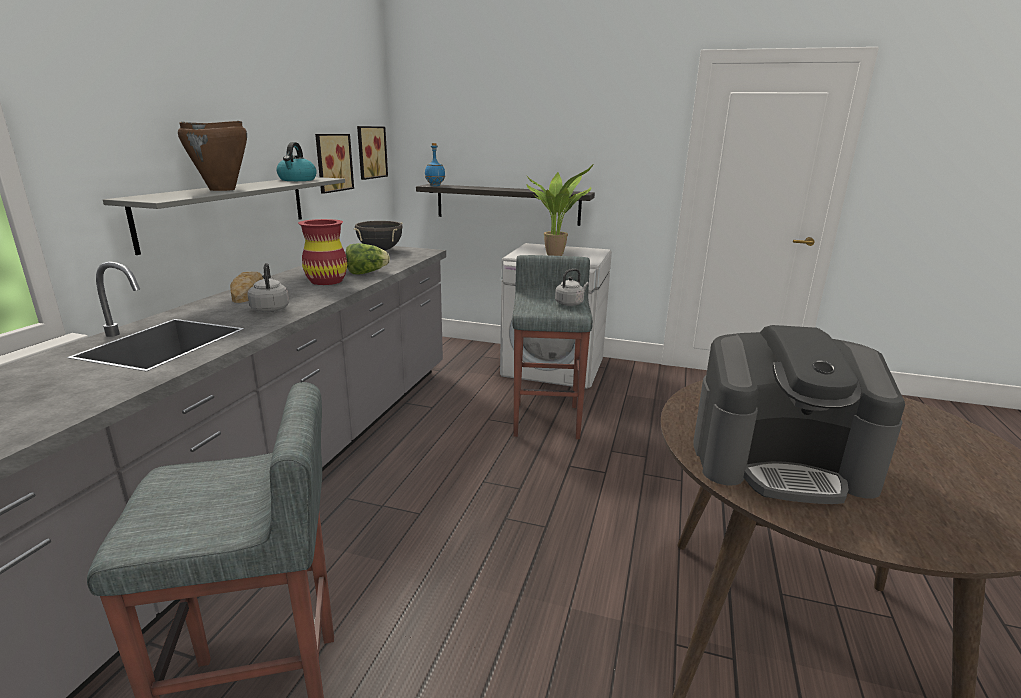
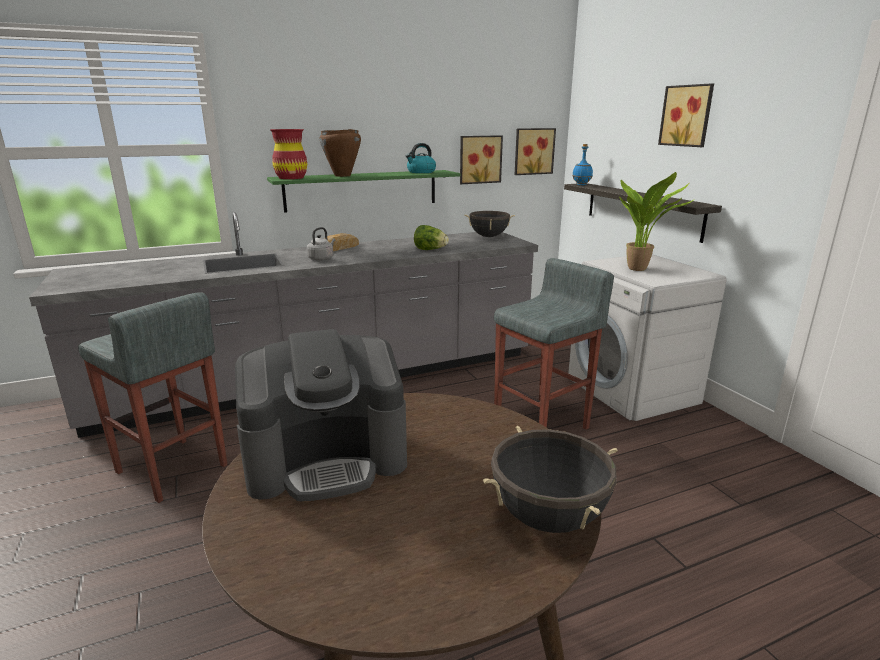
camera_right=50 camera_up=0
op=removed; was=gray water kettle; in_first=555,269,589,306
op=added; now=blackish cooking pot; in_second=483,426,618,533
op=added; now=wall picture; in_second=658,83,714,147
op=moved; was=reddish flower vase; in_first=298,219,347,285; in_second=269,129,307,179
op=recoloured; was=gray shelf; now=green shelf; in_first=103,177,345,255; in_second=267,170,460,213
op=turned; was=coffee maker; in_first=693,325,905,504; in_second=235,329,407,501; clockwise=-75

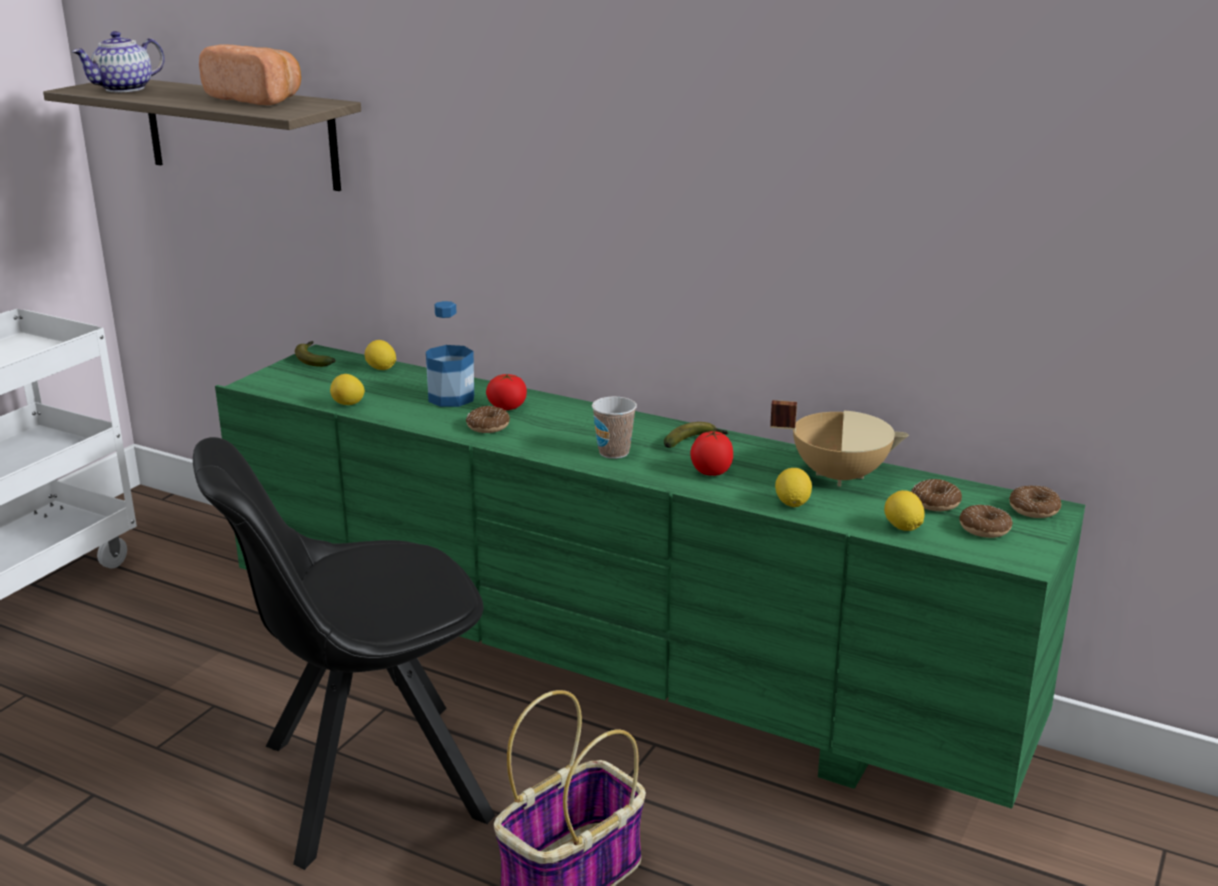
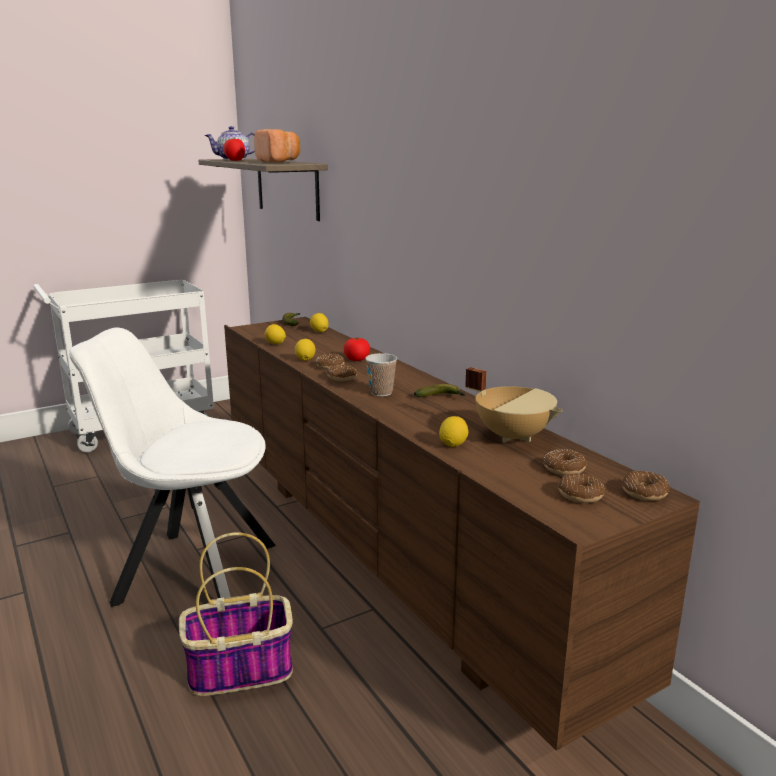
camera_right=30 camera_up=-5
op=removed; was=beverage bottle; in_first=426,301,474,407
op=added; now=donut; in_second=327,365,357,381
op=moved; was=tomato; in_first=690,430,733,476; in_second=223,138,245,161
op=moved; was=lemon; in_first=884,490,925,531; in_second=295,339,316,361
op=recoloured; was=blackish chair; now=white chair; in_first=193,437,495,870; in_second=69,328,276,607
op=recoloured; was=green storage cabinet; now=brown storage cabinet; in_first=215,344,1085,809; in_second=224,317,700,751

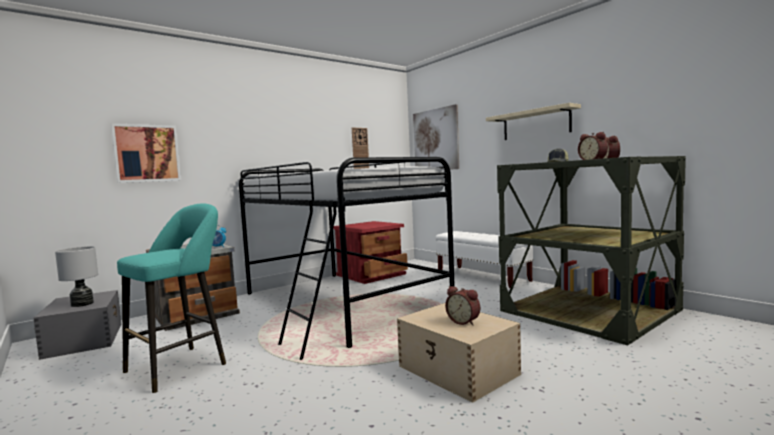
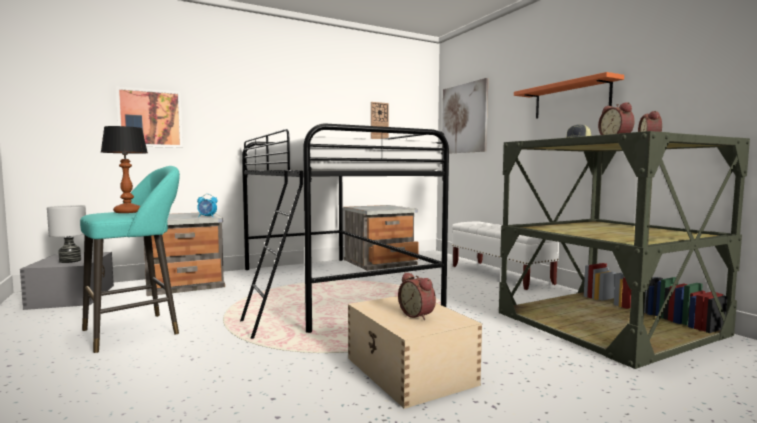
camera_right=10 camera_up=0
op=added; now=lamp for a table; in_second=101,126,148,213
op=recoloured; was=reddish nightstand; now=gray nightstand; in_first=333,221,408,284; in_second=343,205,419,271
op=recoloured; was=beige shelf; now=orange shelf; in_first=486,103,581,140; in_second=514,72,624,119

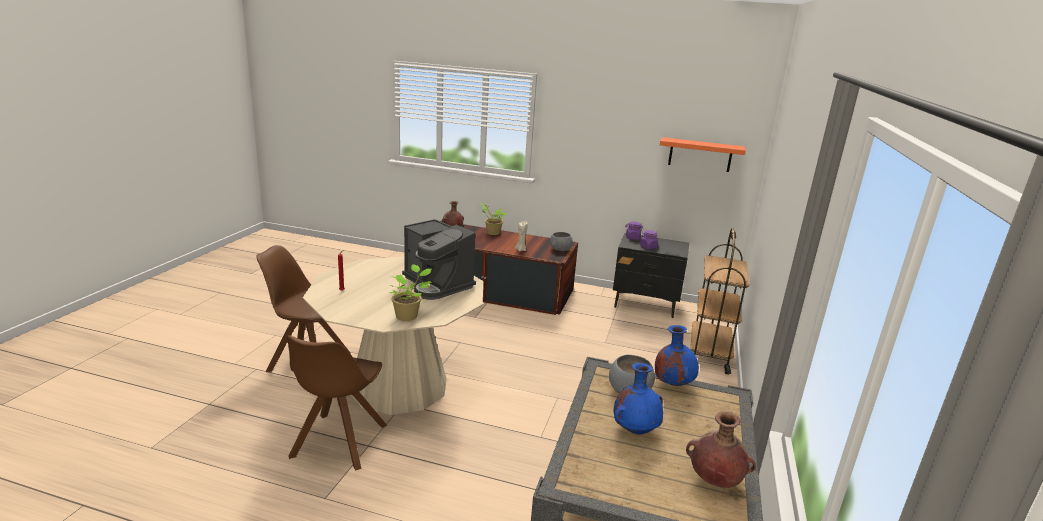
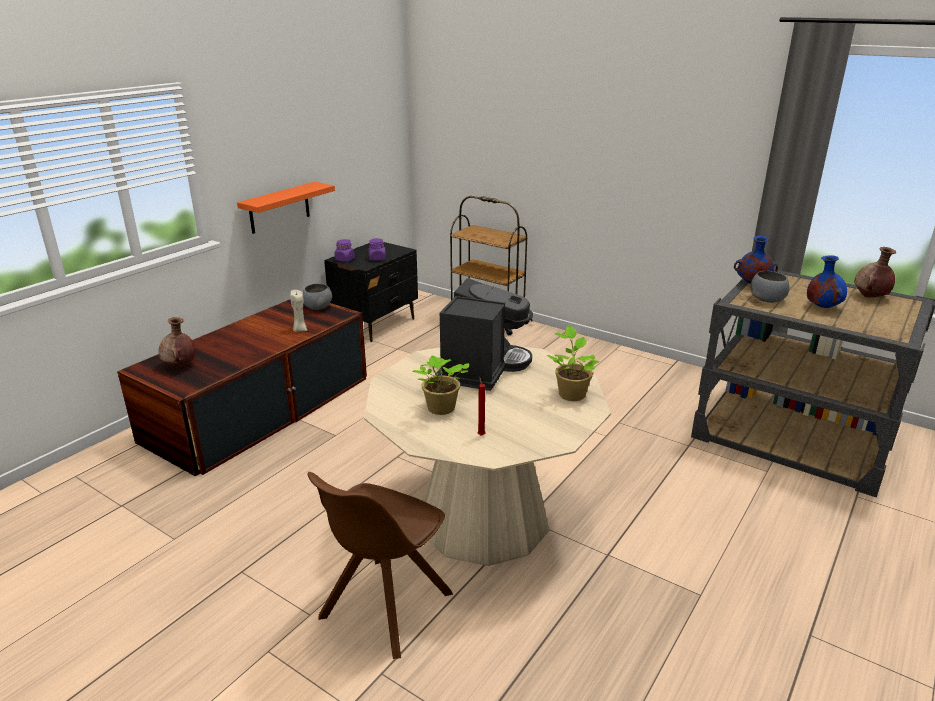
camera_right=-70 camera_up=5
op=removed; was=brown chair; in_first=287,335,387,470
op=moved; was=plant in a pot; in_first=479,202,507,235; in_second=412,356,469,415
op=moved; was=orange shelf; in_first=660,137,746,172; in_second=237,182,335,234
op=turned; was=coffee maker; in_first=402,219,476,300; in_second=435,278,533,391; clockwise=-45

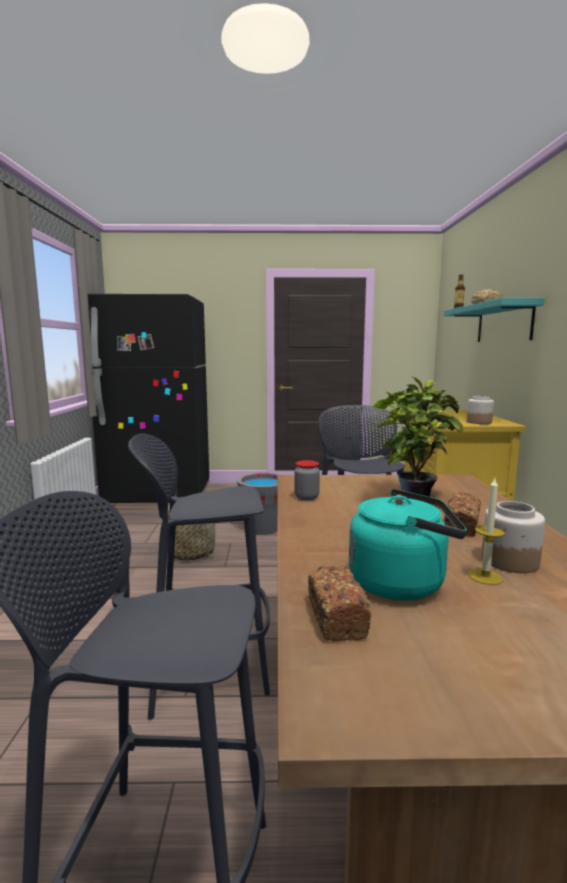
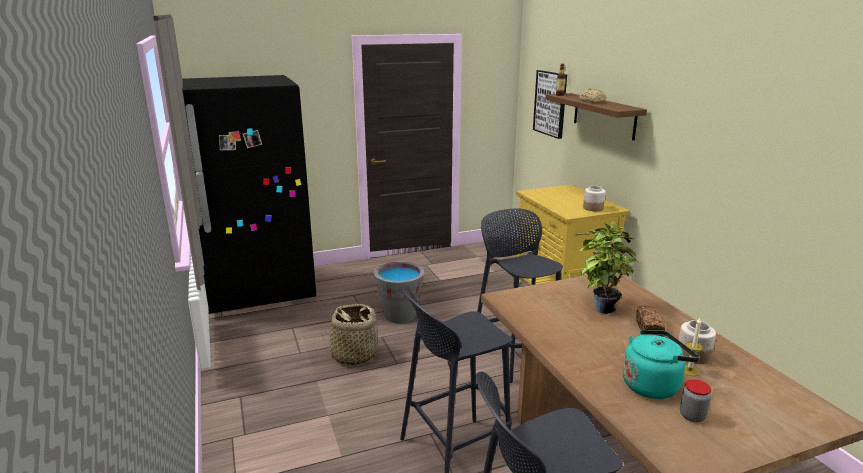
camera_right=-20 camera_up=10
op=removed; was=bakery bread; in_first=308,566,371,641
op=added; now=wall picture; in_second=533,70,567,139
op=moved; was=preserve jar; in_first=294,460,320,501; in_second=680,379,711,422
op=recoloured; was=blue-green shelf; now=brown shelf; in_first=444,298,545,342; in_second=545,93,647,140

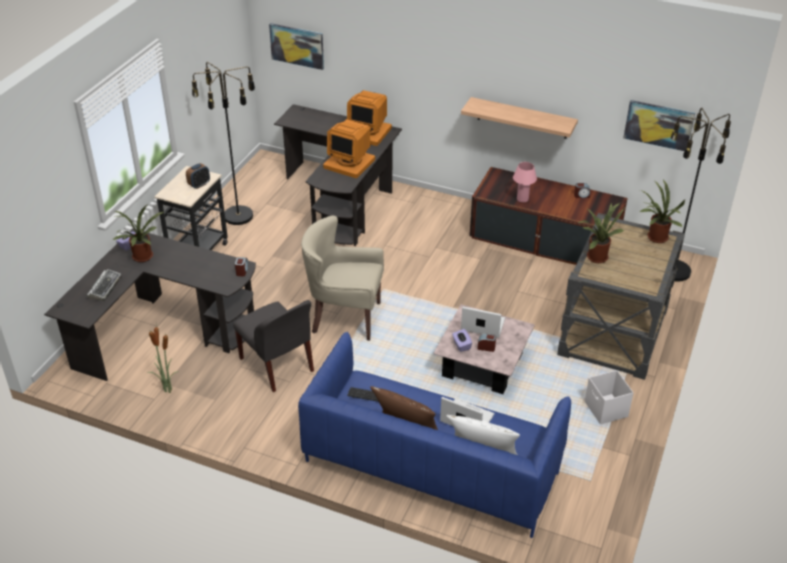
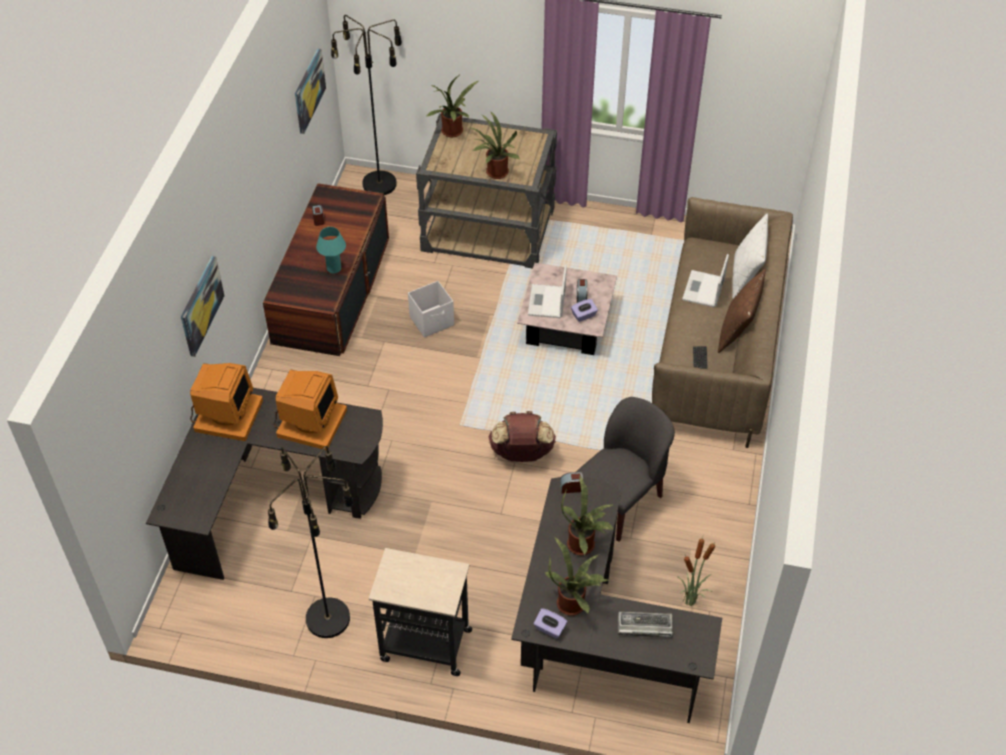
camera_right=-100 camera_up=10
op=removed; was=bedside clock; in_first=186,163,210,189
op=removed; was=shelf; in_first=461,97,578,139
op=added; now=plant in a pot; in_second=561,476,615,556
op=moved; was=wall picture; in_first=269,23,324,70; in_second=181,256,225,357
op=moved; was=white storage bin; in_first=585,370,634,424; in_second=408,281,454,338
op=replaced; was=beige armchair; now=brown backpack; in_first=301,216,384,341; in_second=489,411,556,462
op=recoloured; was=bluish settee; now=brown settee; in_first=298,332,571,538; in_second=652,197,793,448
op=recoloured; was=pink lamp for a table; now=blue-green lamp for a table; in_first=513,162,537,203; in_second=316,227,346,274

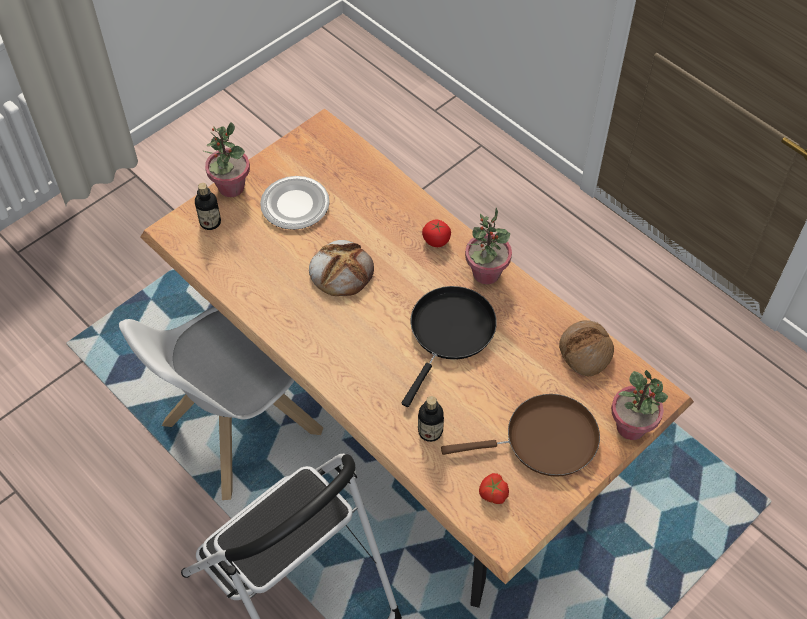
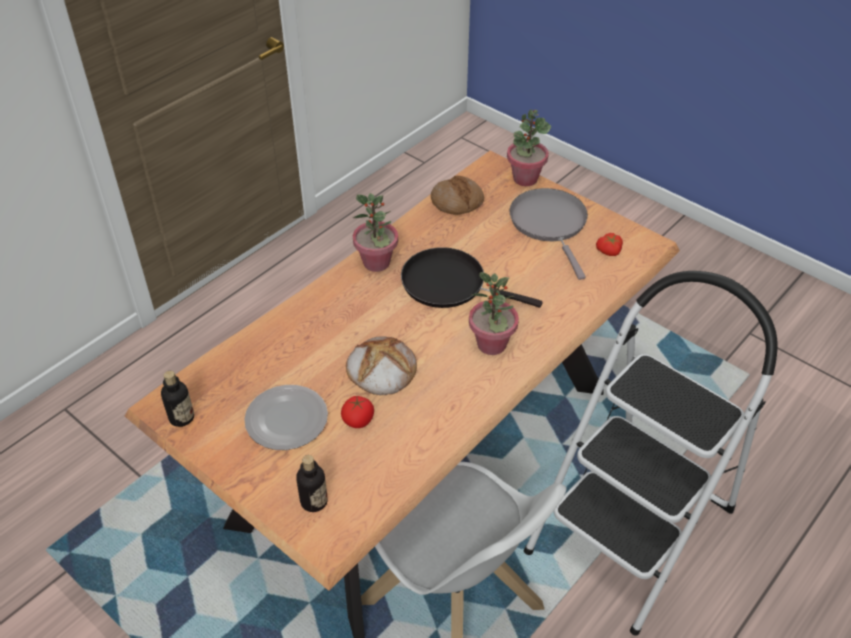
camera_right=-95 camera_up=-10
op=moved; was=plant in a pot; in_first=202,122,250,197; in_second=469,272,519,355
op=moved; was=beverage bottle; in_first=418,396,444,442; in_second=161,371,194,427
op=moved; was=tomato; in_first=422,219,451,247; in_second=341,396,374,428
op=recoloured; was=brown pan; now=gray pan; in_first=441,394,600,477; in_second=510,188,588,280

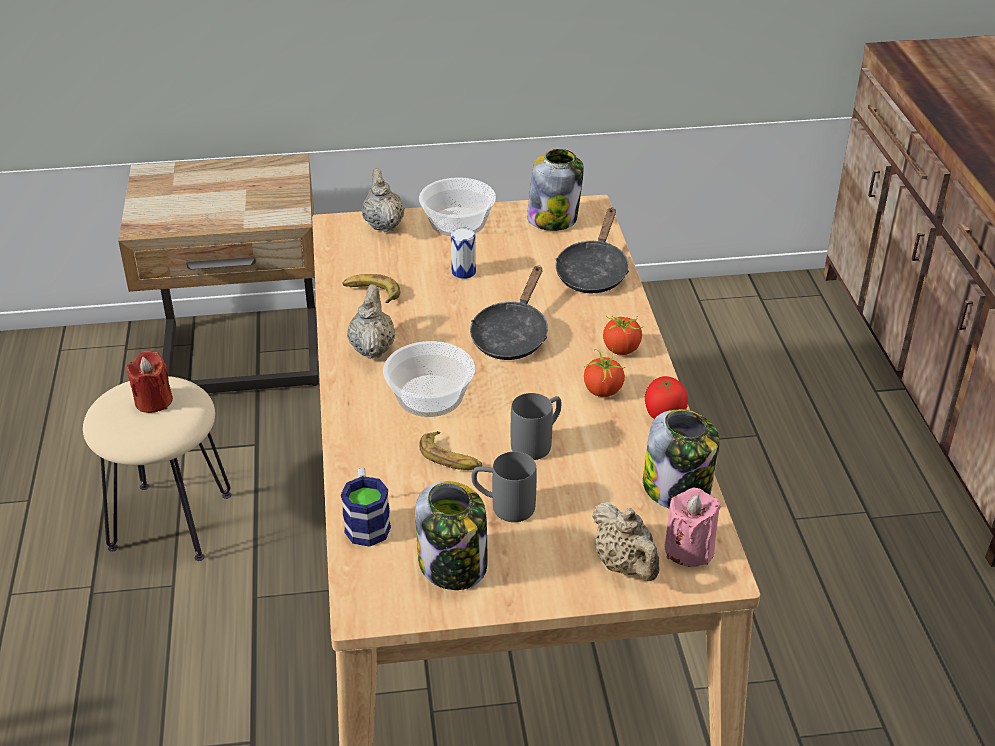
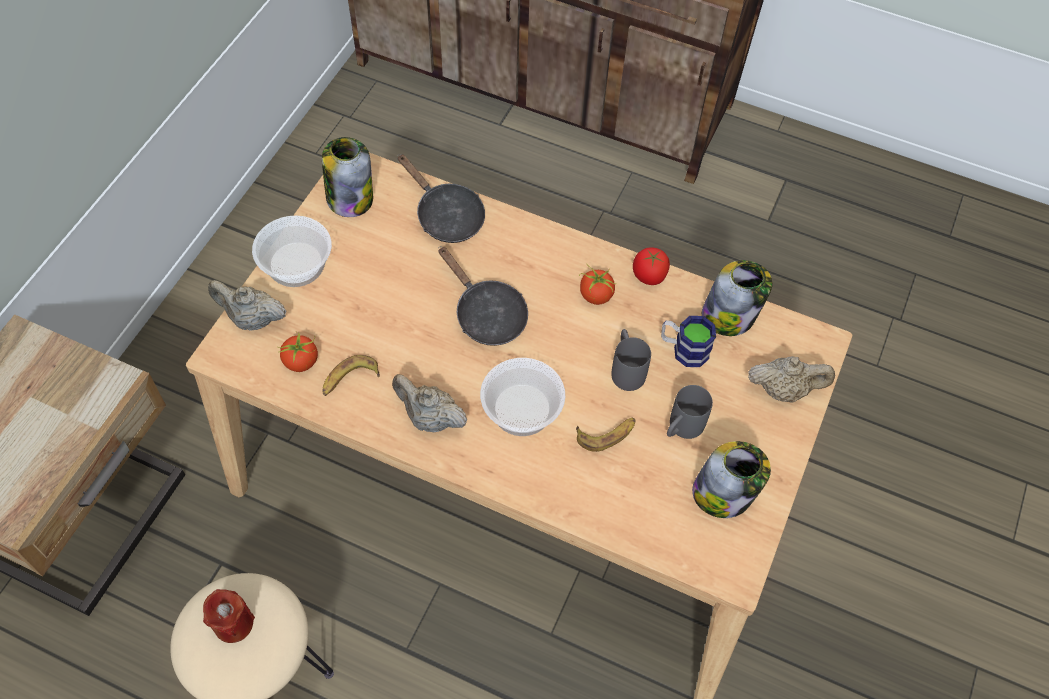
camera_right=-60 camera_up=20
op=removed; was=sealed can; in_first=451,227,476,279
op=removed; was=pink wax candle; in_first=665,488,721,567
op=moved; was=coffee mug; in_first=341,468,391,547; in_second=661,316,716,367
op=moved; was=tomato; in_first=603,316,644,355; in_second=278,332,318,372

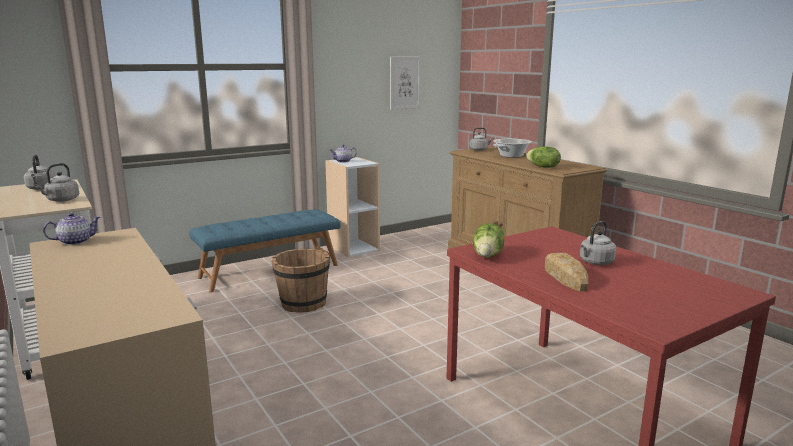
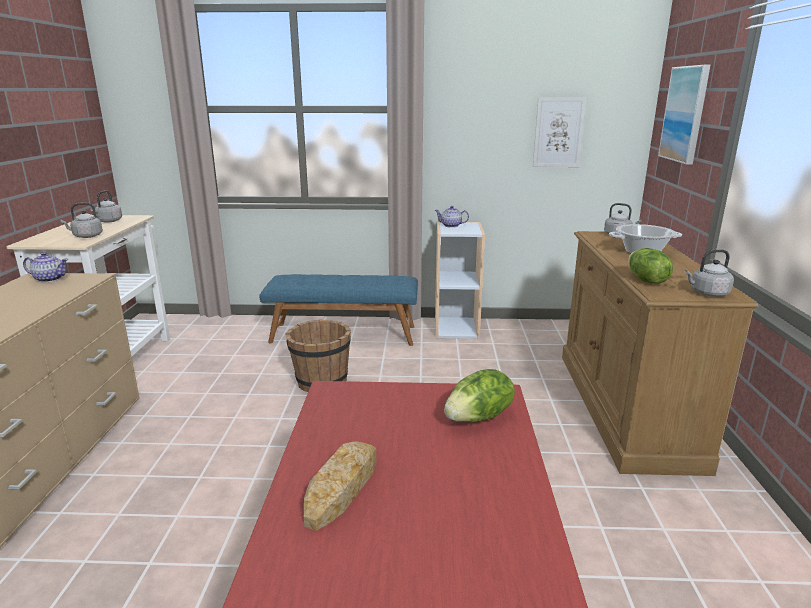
camera_right=35 camera_up=5
op=added; now=wall picture; in_second=658,65,711,165
op=moved; was=lettuce; in_first=473,223,504,258; in_second=444,369,515,422
op=moved; was=gray water kettle; in_first=580,221,617,265; in_second=685,249,734,297

